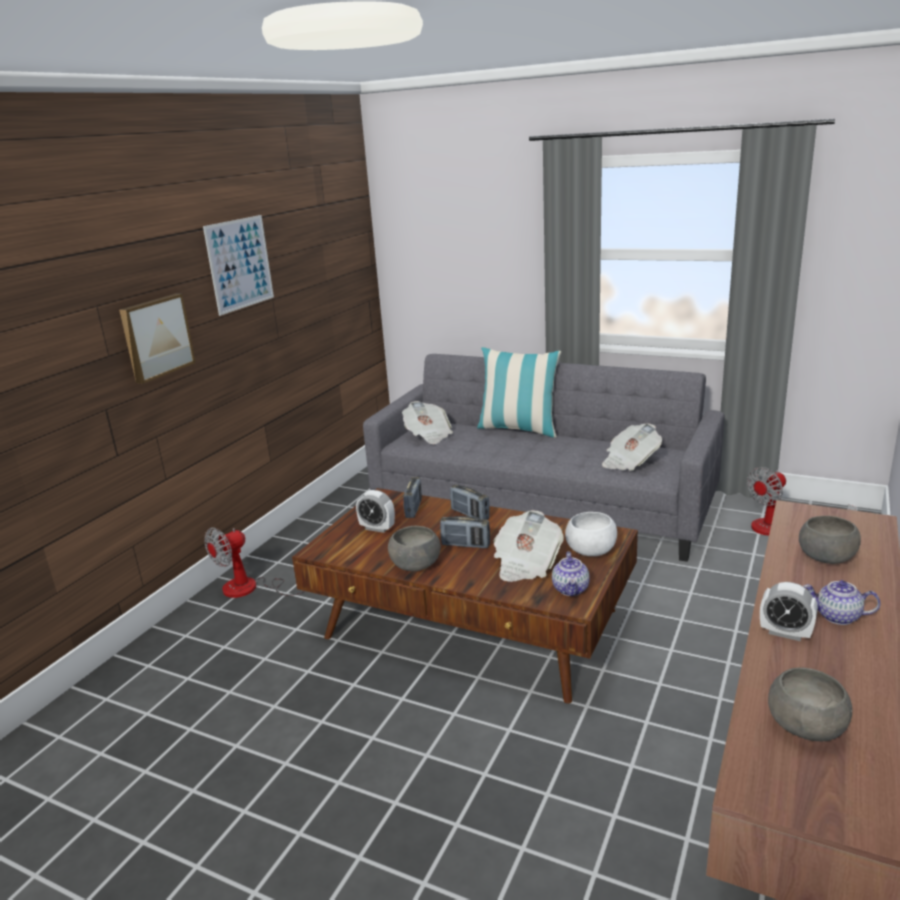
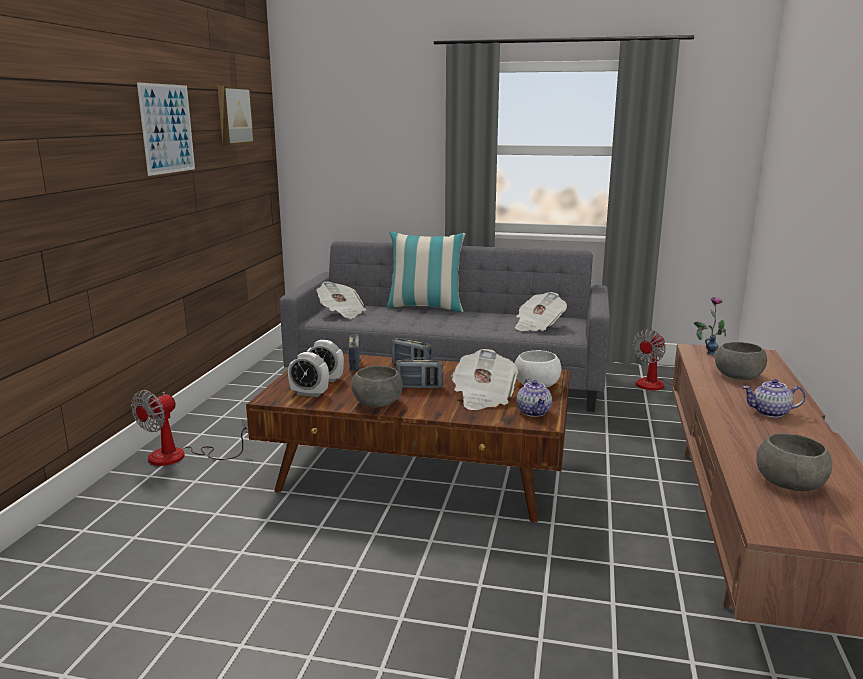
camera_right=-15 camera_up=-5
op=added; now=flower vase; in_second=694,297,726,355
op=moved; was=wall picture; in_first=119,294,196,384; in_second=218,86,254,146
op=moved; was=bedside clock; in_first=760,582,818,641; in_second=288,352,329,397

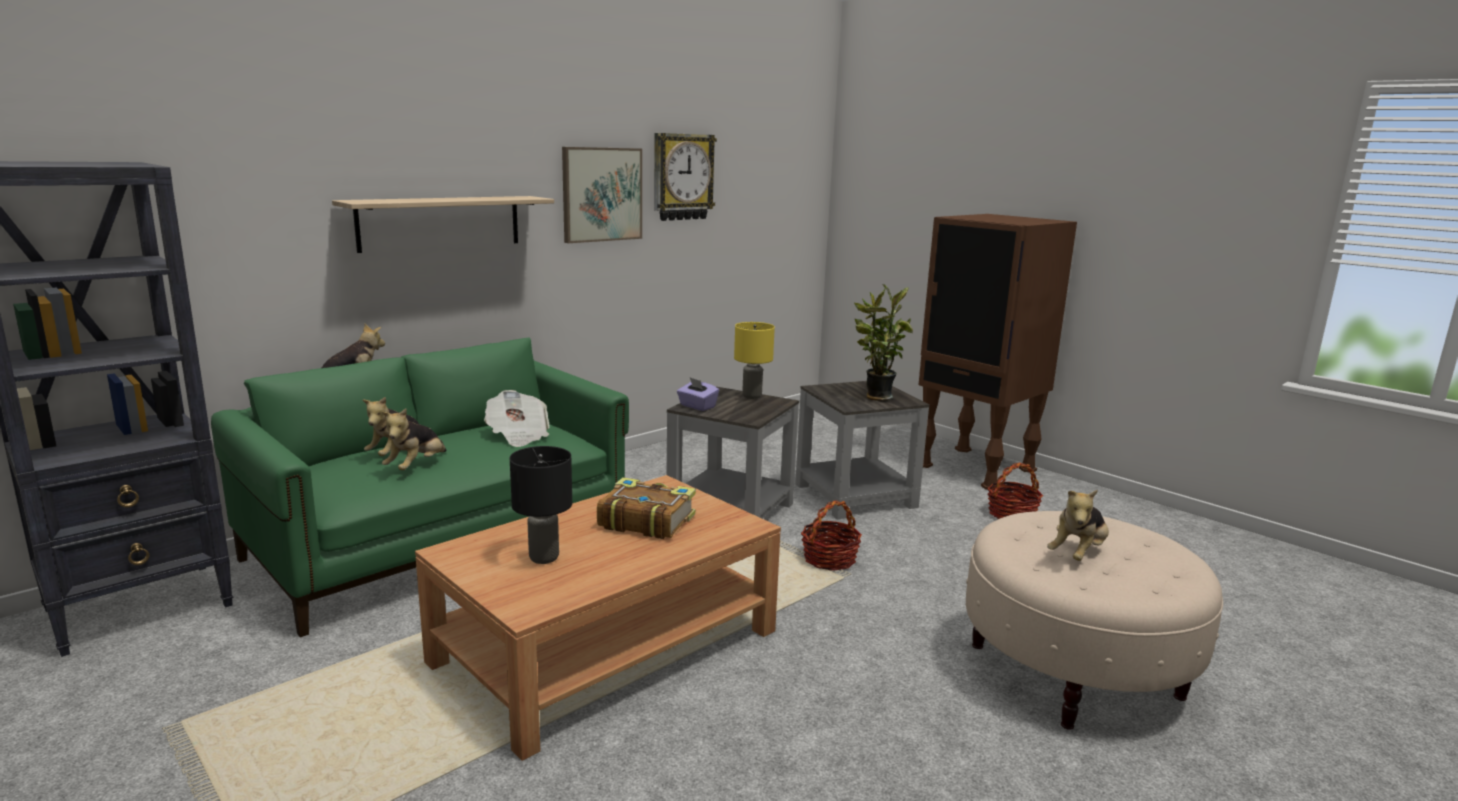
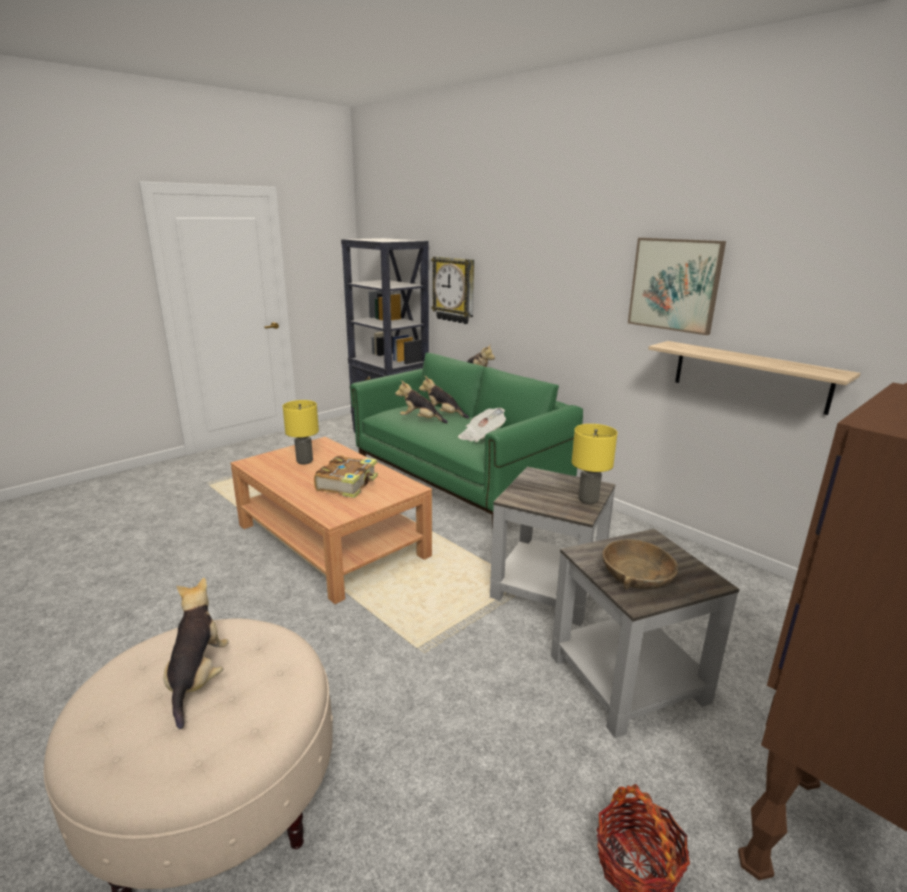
camera_right=90 camera_up=5
op=removed; was=purple box of tissues; in_first=677,378,719,411
op=removed; was=storage basket; in_first=801,501,862,571
op=moved; was=shelf; in_first=332,196,554,253; in_second=648,341,860,415
op=moved; was=hanging clock; in_first=654,133,717,221; in_second=431,256,474,324
op=replaced; was=plant in a pot; now=brown bowl; in_first=854,284,913,401; in_second=602,539,678,590
op=recoloured; was=blackish lamp for a table; now=yellow-coloured lamp for a table; in_first=510,446,572,564; in_second=283,400,319,465
op=turned; was=cuddly toy; in_first=1047,489,1109,561; in_second=163,578,229,729; clockwise=45

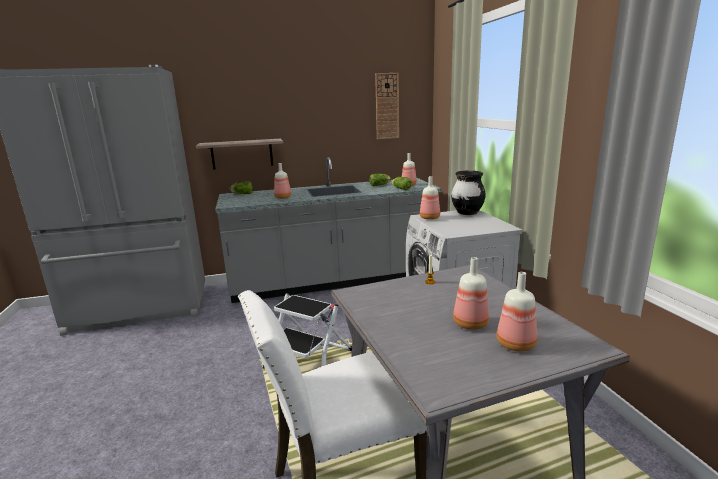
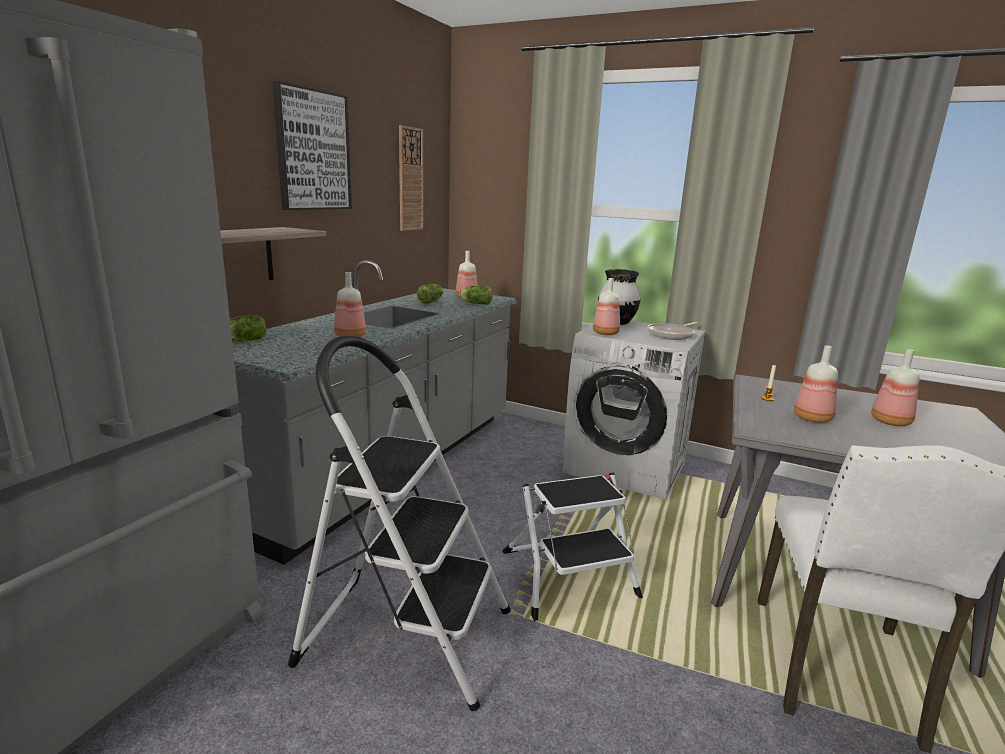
camera_right=-50 camera_up=0
op=added; now=wall picture; in_second=273,81,352,210
op=added; now=stepladder; in_second=288,336,511,711
op=added; now=pan; in_second=647,322,698,340
op=moved; was=beverage bottle; in_first=497,272,537,352; in_second=794,345,838,423

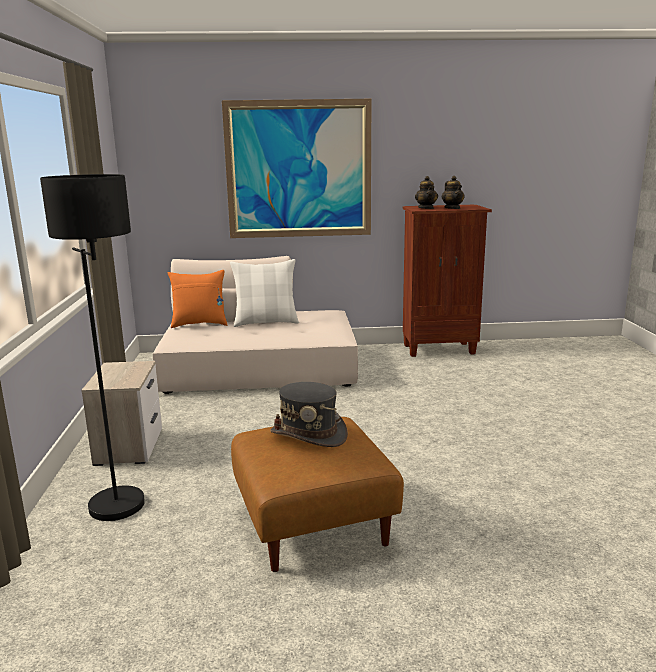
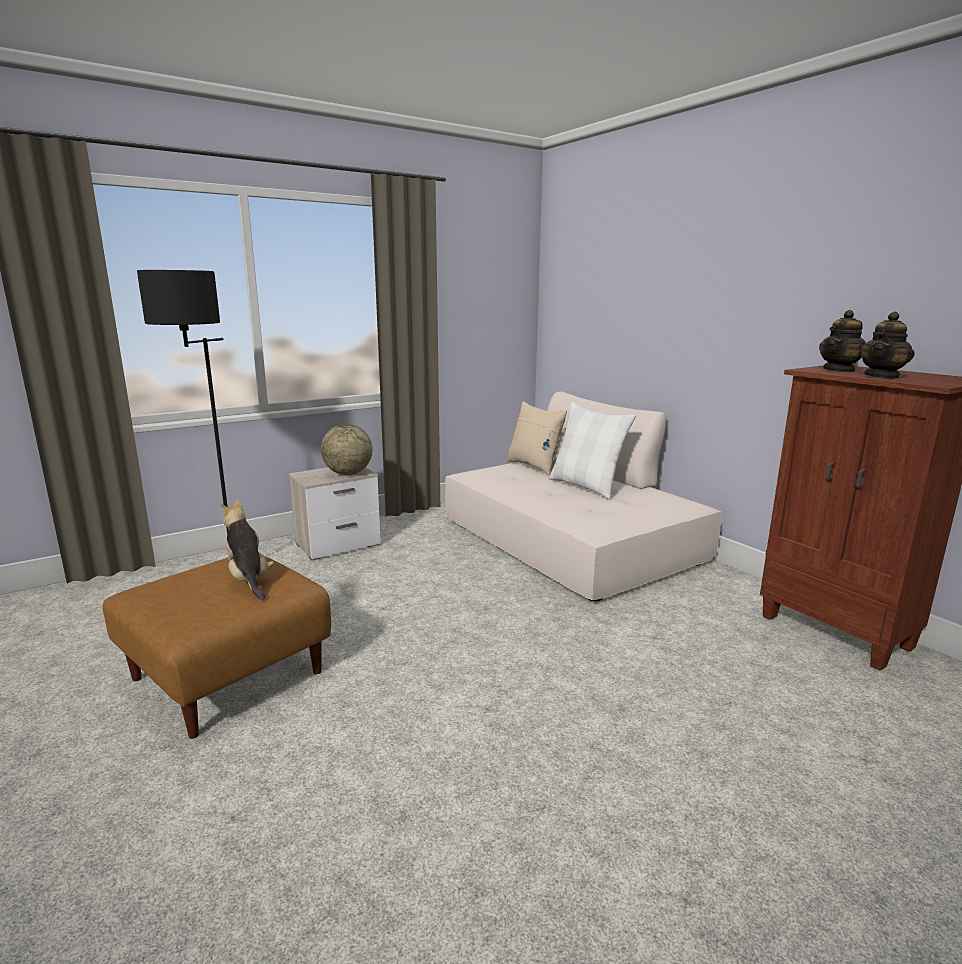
camera_right=60 camera_up=0
op=removed; was=wall picture; in_first=222,99,371,238
op=added; now=world globe; in_second=321,424,373,475
op=replaced; was=gray wearable hat; now=cuddly toy; in_first=270,382,348,447; in_second=221,500,274,600
op=recoloured; was=orange cushion; now=beige cushion; in_first=168,270,227,328; in_second=507,401,567,476

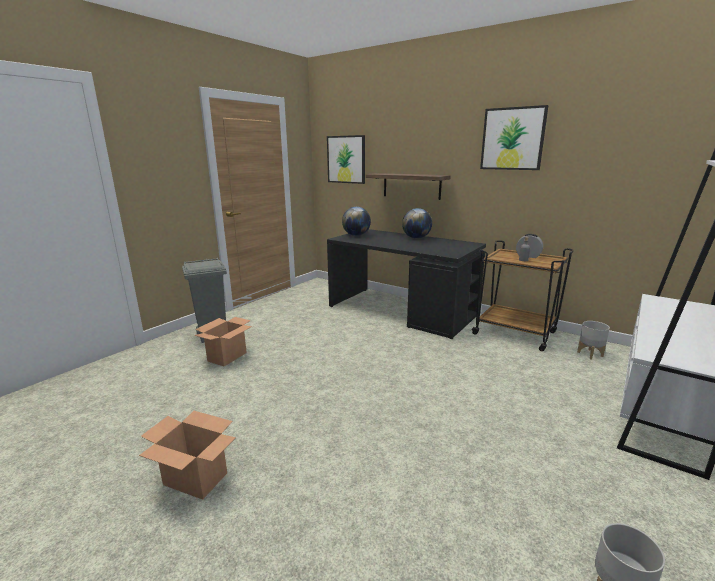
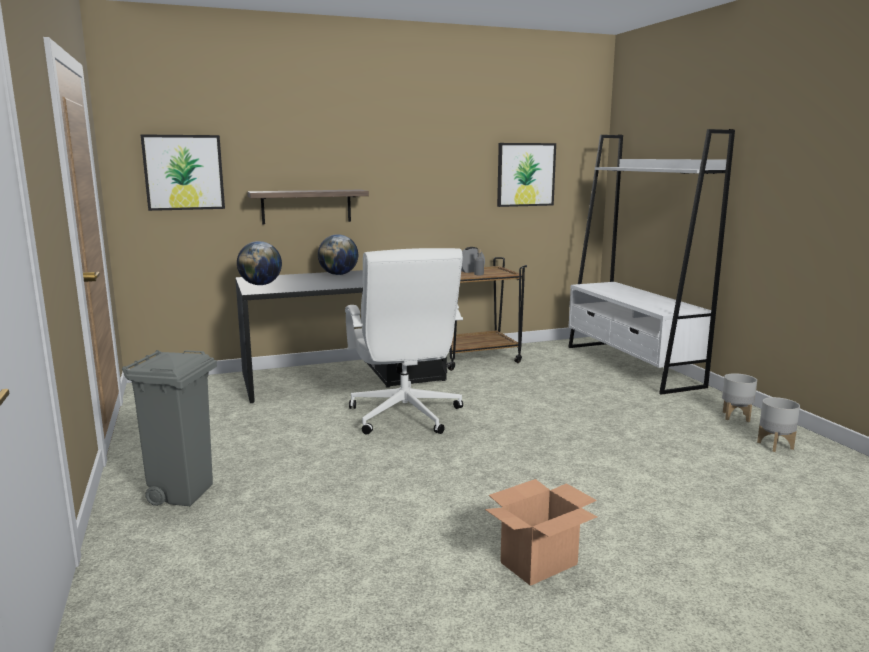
camera_right=-55 camera_up=-5
op=removed; was=packing box; in_first=194,317,252,367
op=added; now=white computer chair; in_second=345,248,463,434
op=moved; was=wall picture; in_first=480,105,549,170; in_second=497,143,556,207
op=moved; was=gray planter; in_first=577,321,610,360; in_second=722,373,757,422

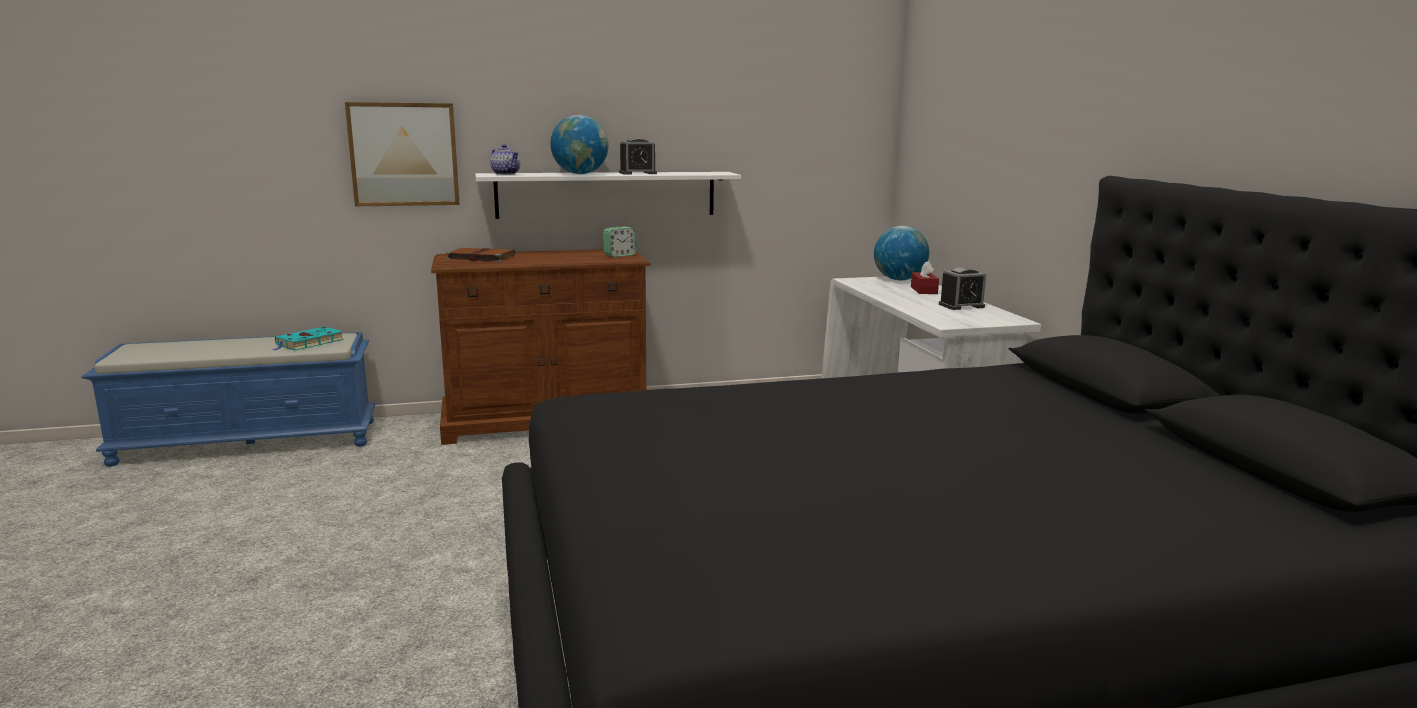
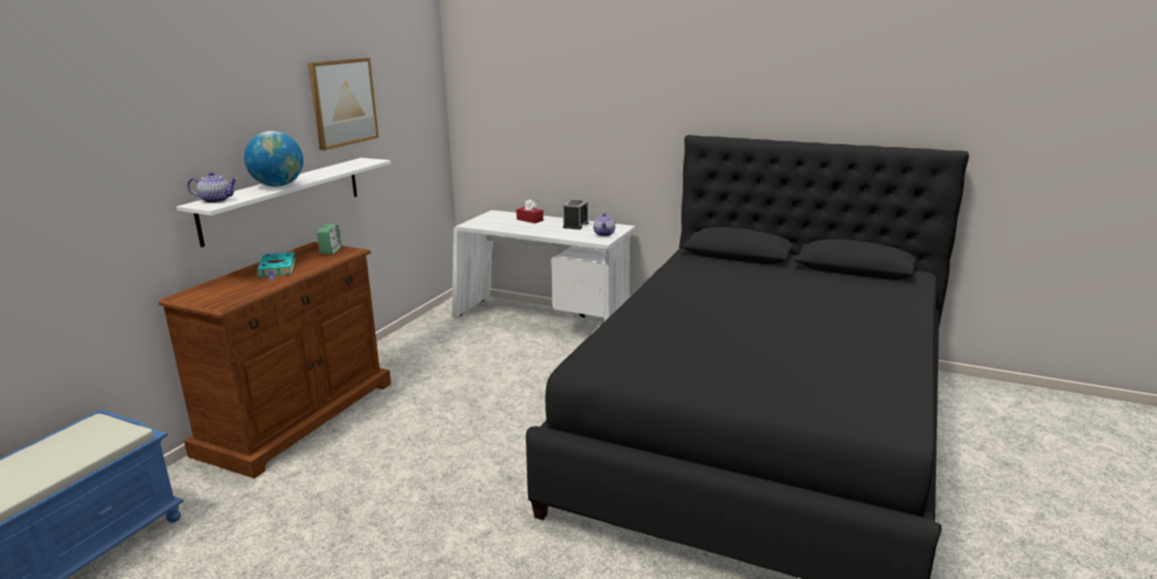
camera_right=-50 camera_up=5
op=removed; was=brown book; in_first=446,248,515,262
op=removed; was=bedside clock; in_first=619,138,657,174
op=removed; was=world globe; in_first=874,226,929,280
op=added; now=pot for tea; in_second=593,213,615,236
op=moved; was=blue-green book; in_first=272,327,344,351; in_second=257,252,296,280
op=moved; was=wall picture; in_first=345,102,460,206; in_second=308,58,379,150

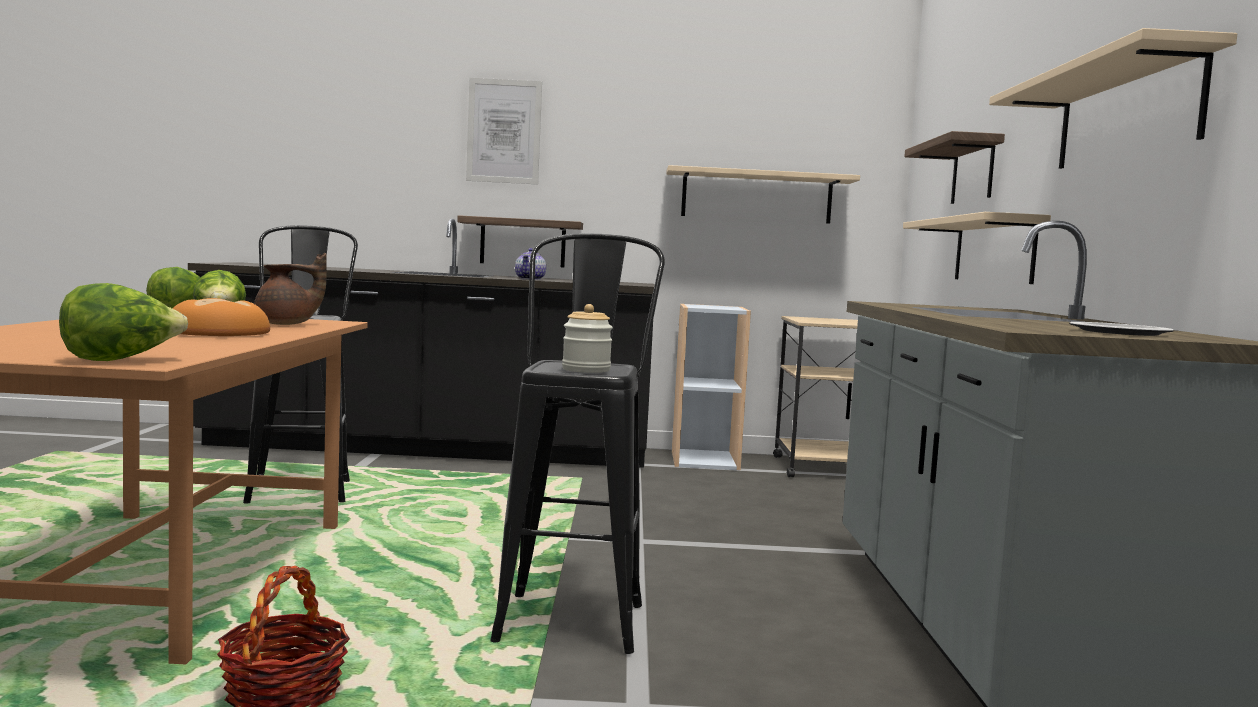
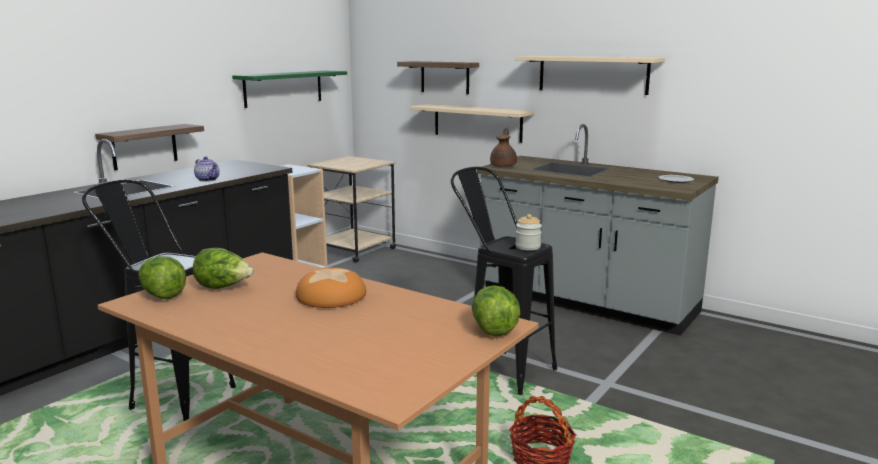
camera_right=-55 camera_up=10
op=removed; was=wall picture; in_first=466,78,542,184
op=moved; was=brown pot for tea; in_first=254,253,327,325; in_second=490,127,517,167
op=recoloured; was=beige shelf; now=green shelf; in_first=666,165,860,224; in_second=232,71,347,108

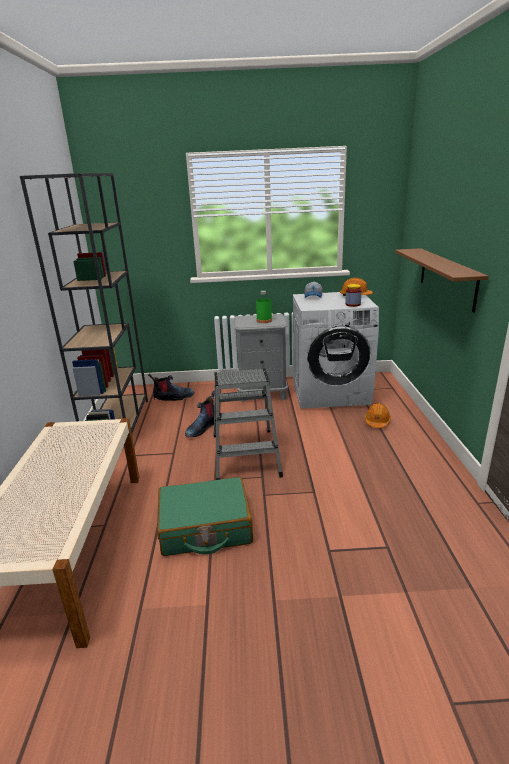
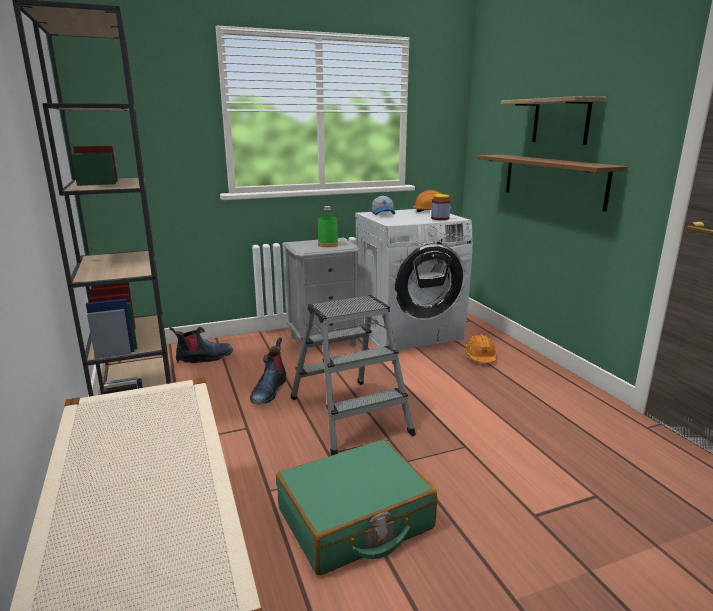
camera_right=-20 camera_up=-5
op=added; now=shelf; in_second=501,96,606,145

